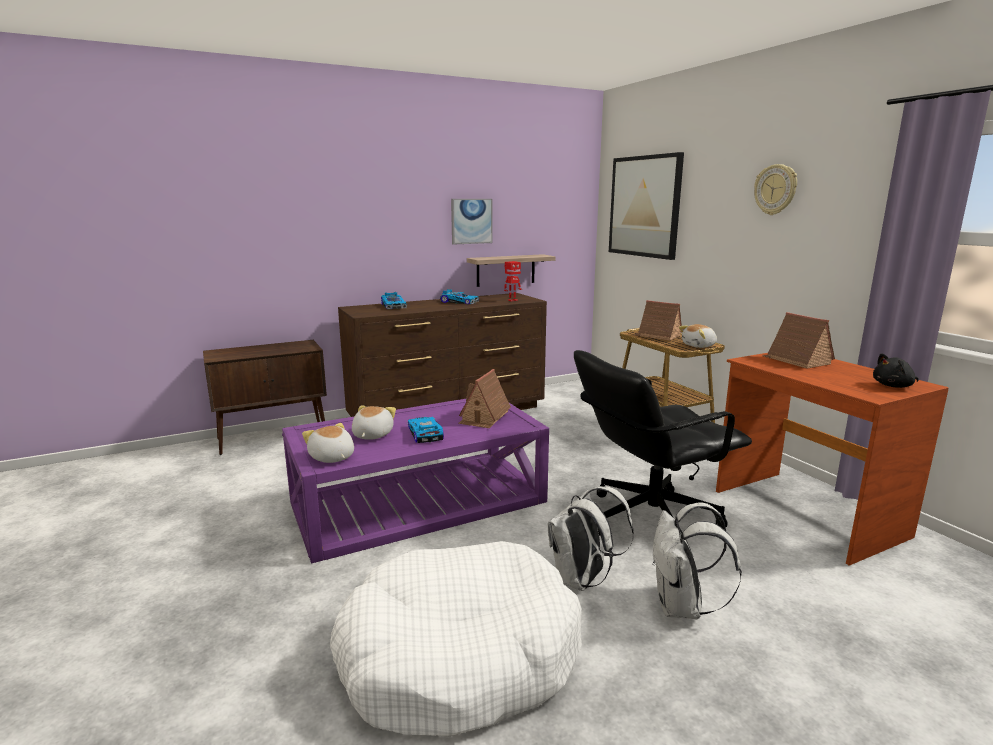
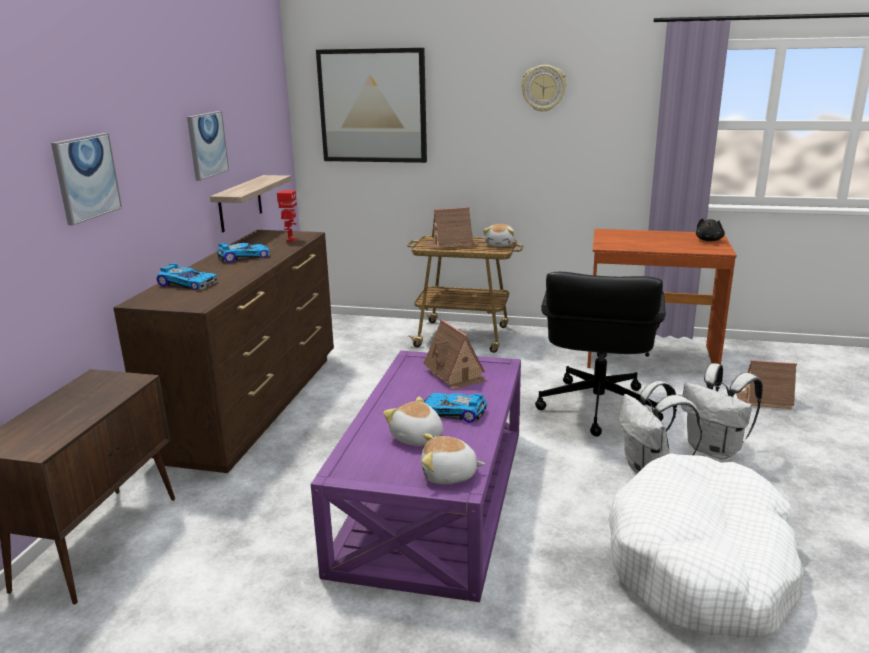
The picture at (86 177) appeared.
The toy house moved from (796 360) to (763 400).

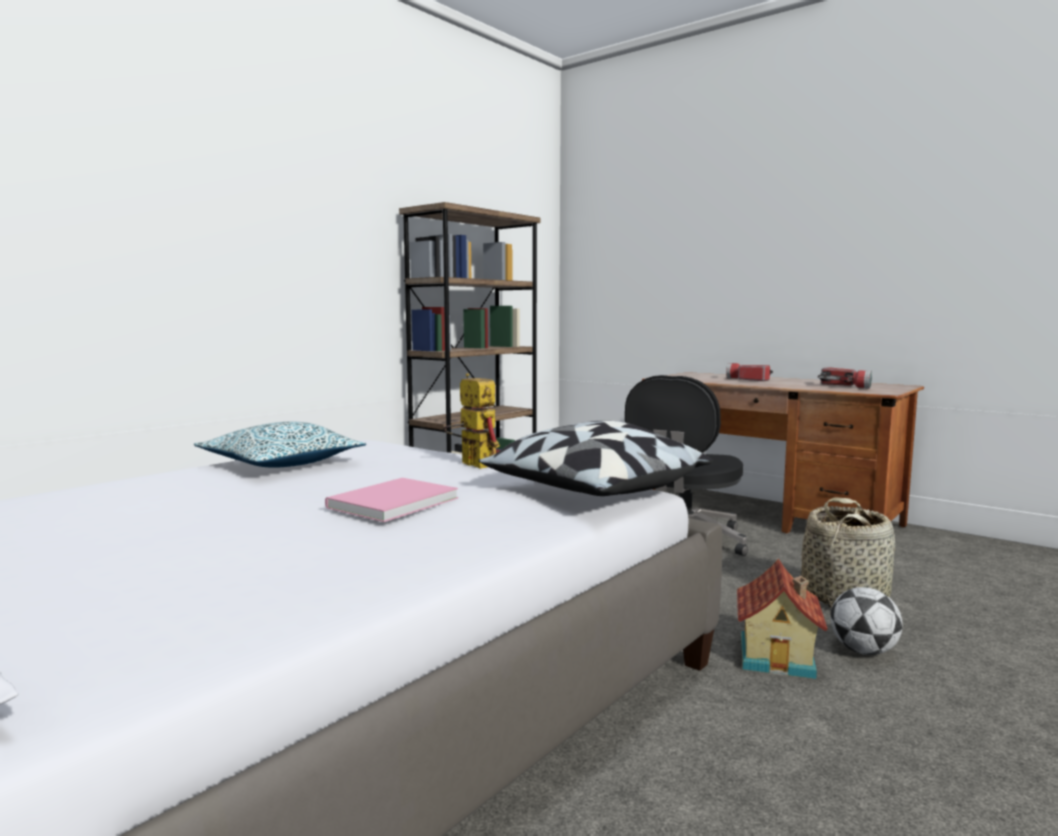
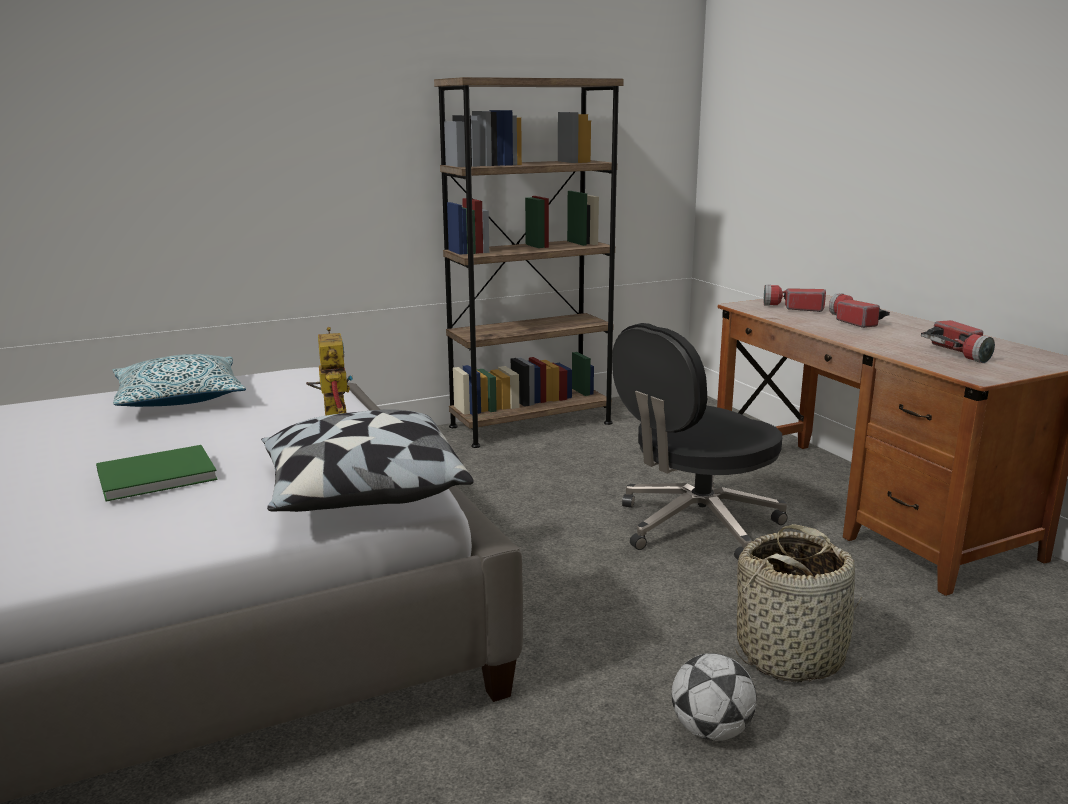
The pink book at (388 503) became the green book at (153 475).
The flashlight at (792 307) appeared.
The toy house at (779 658) disappeared.

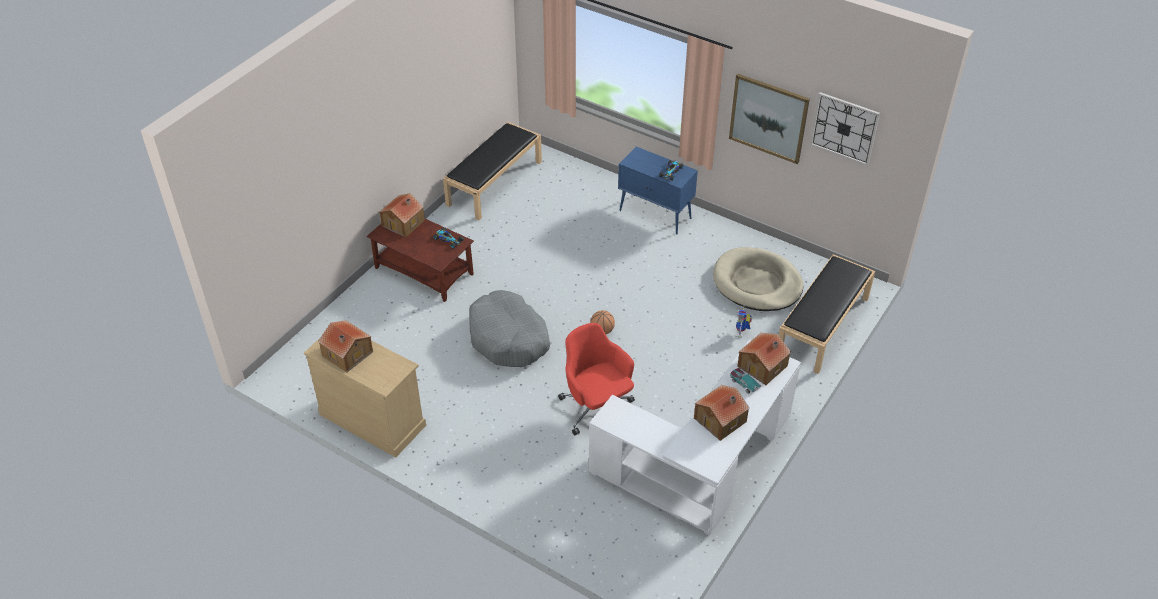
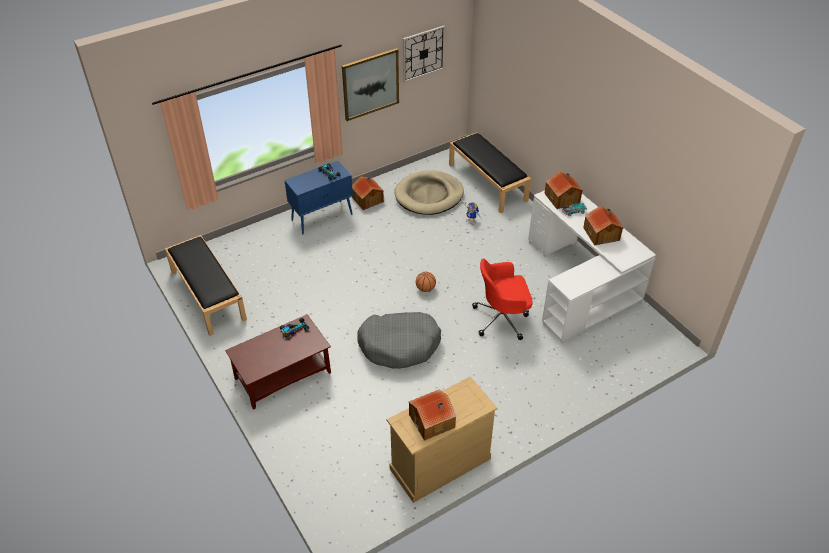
The toy house moved from (404 223) to (367 199).

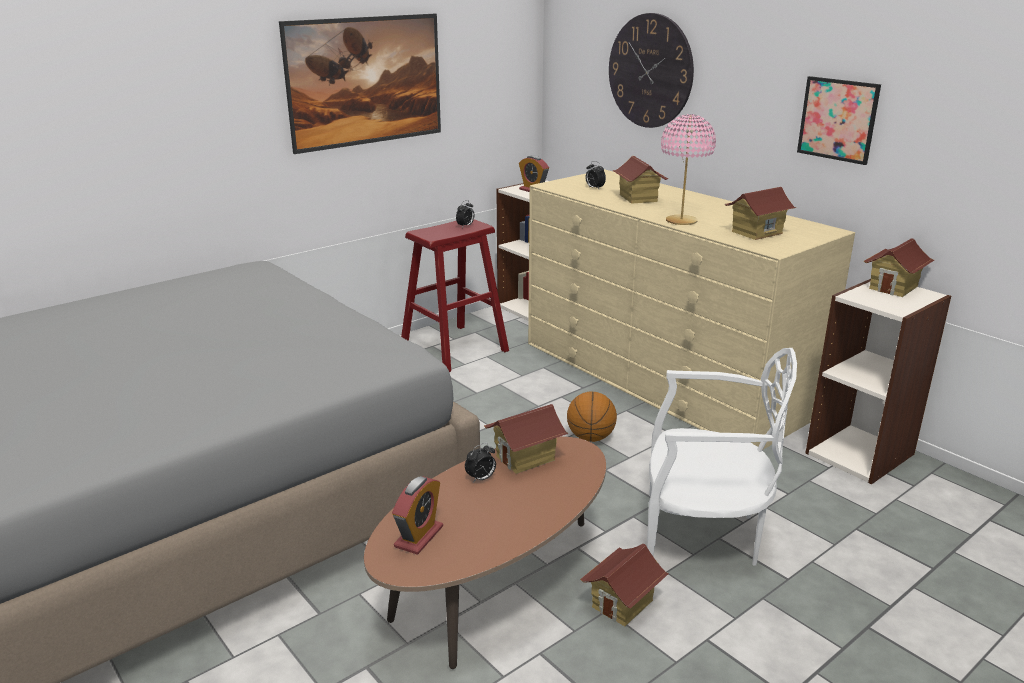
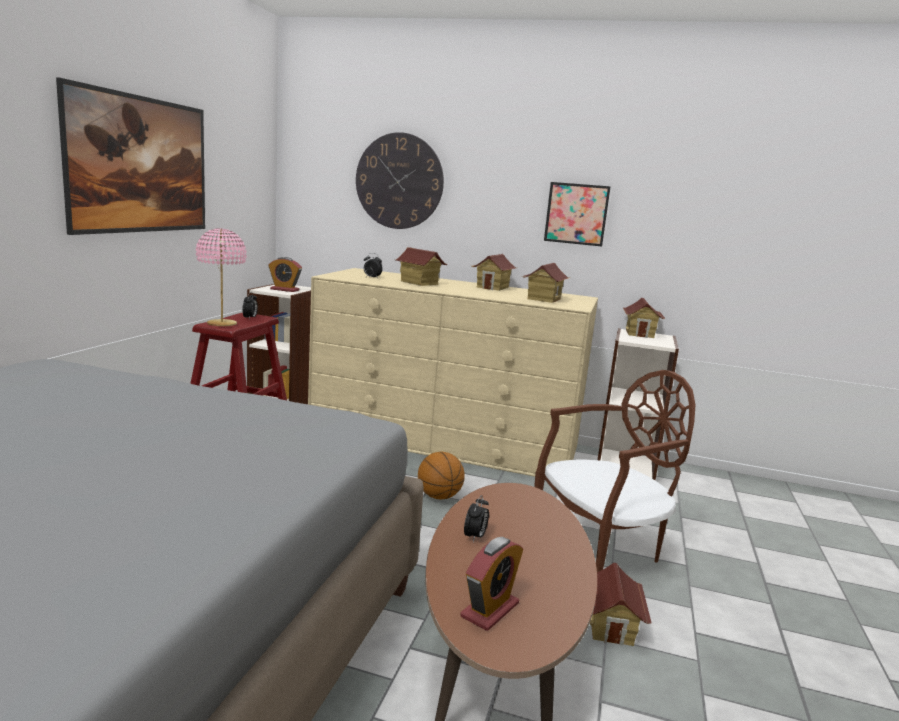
The pink table lamp moved from (681 221) to (222 324).
The alarm clock at (419 537) turned 45 degrees clockwise.
The toy house moved from (525 458) to (493 287).
The white chair at (702 535) became the brown chair at (601 550).

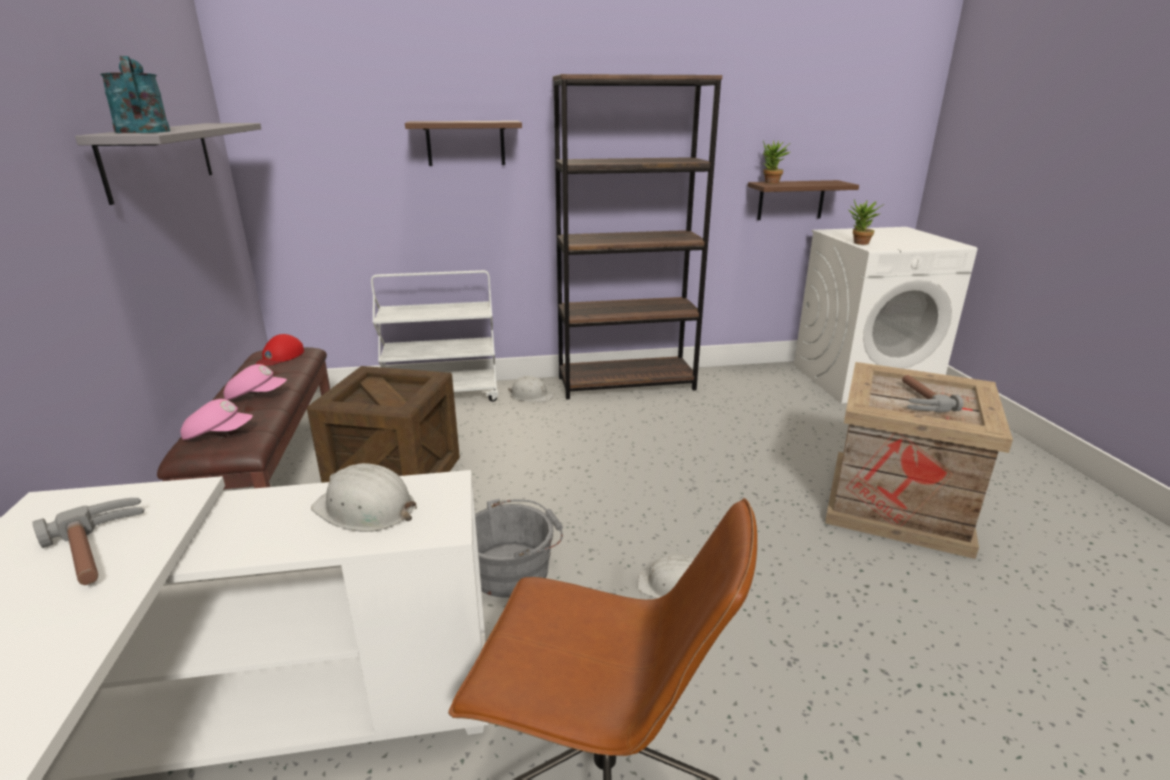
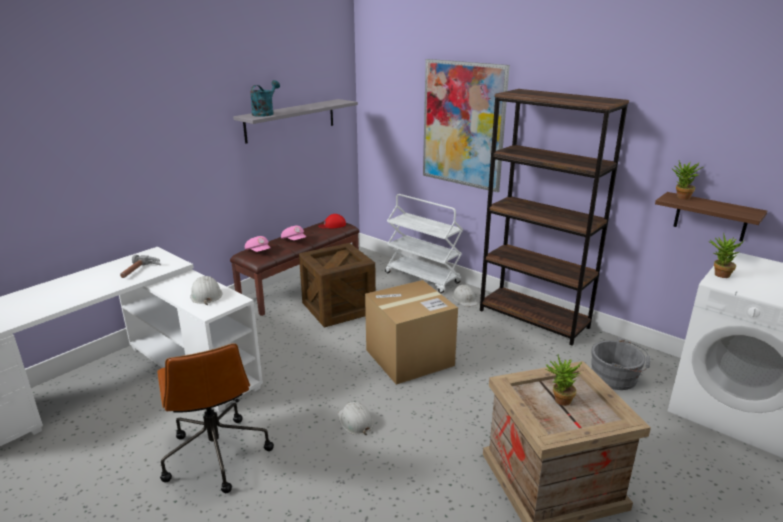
The cardboard box at (409 357) appeared.
The shelf at (465 143) was replaced by the picture at (463 124).
The hammer at (916 399) was replaced by the potted plant at (559 400).
The grey bucket moved from (514 569) to (616 377).

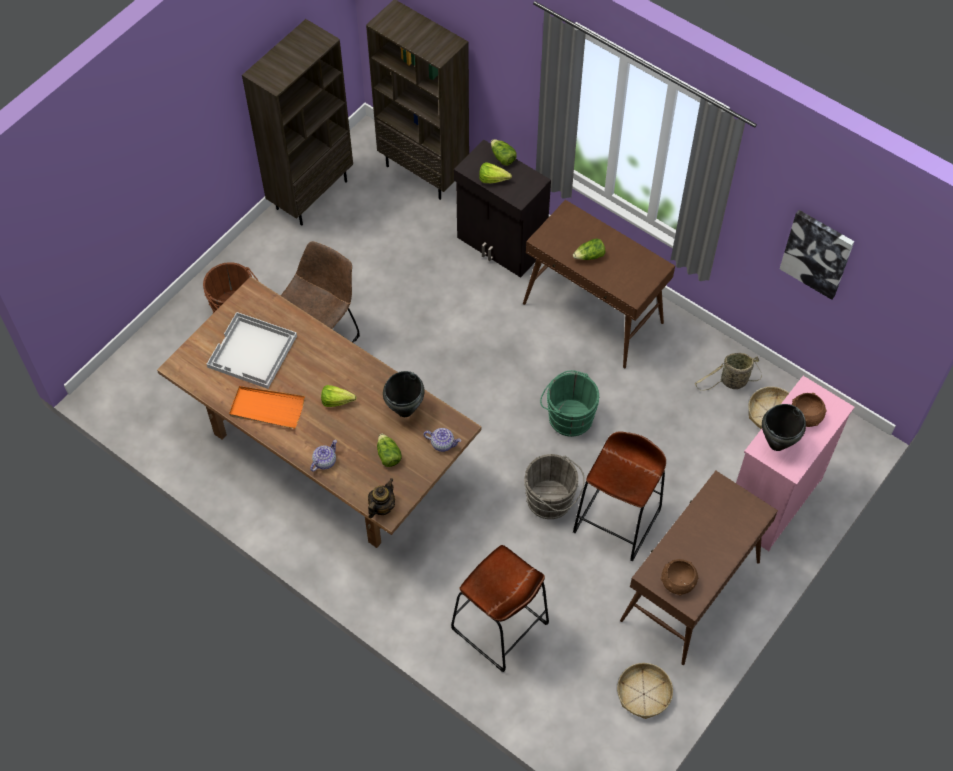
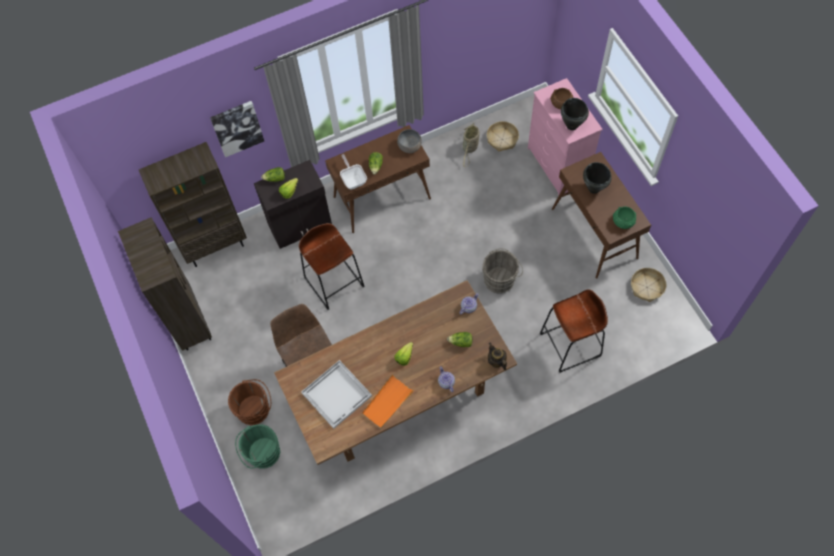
The picture moved from (817 253) to (237 128).
The green bucket moved from (568 416) to (262 454).
The brown stool moved from (617 520) to (334 282).
The frying pan at (353 179) appeared.
The grey bowl at (409 146) appeared.
The black cooking pot moved from (405 410) to (594 188).
The brown bowl at (677 582) became the green bowl at (623 222).

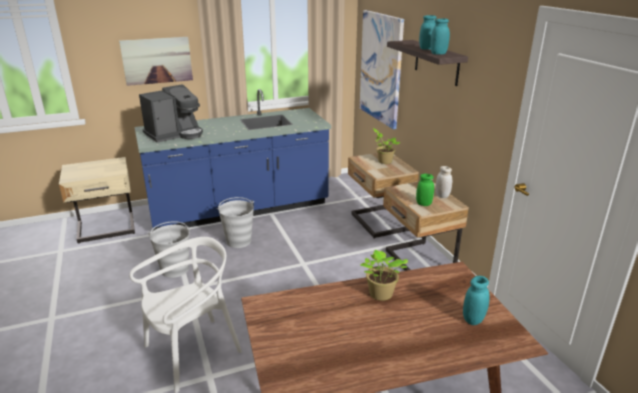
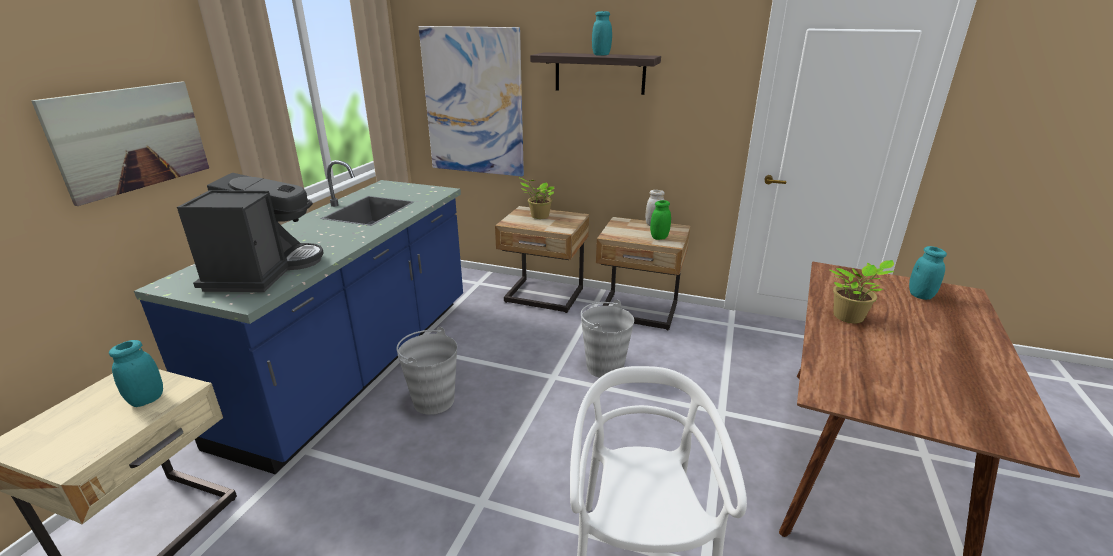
The turquoise jar moved from (438 53) to (147 399).
The grey bucket moved from (175 269) to (604 367).

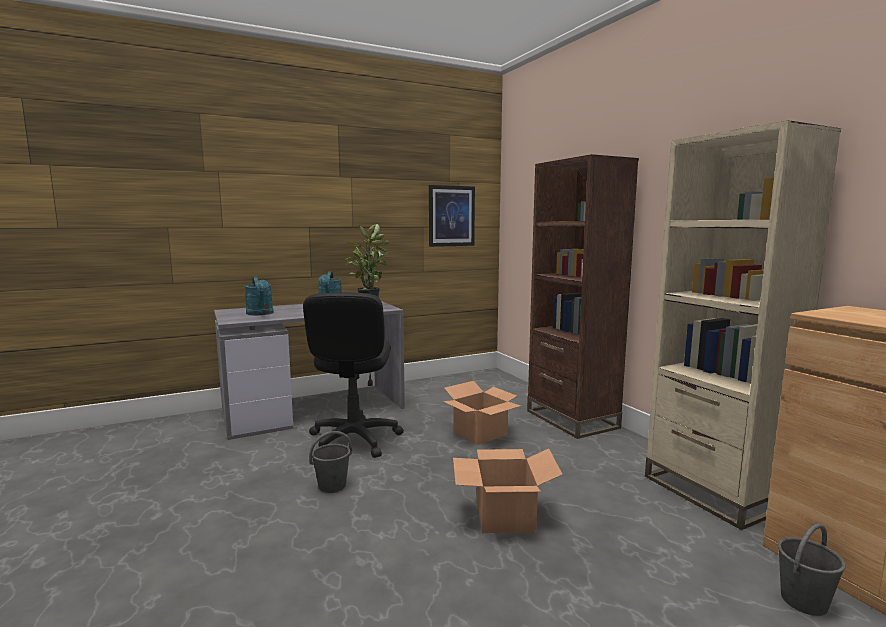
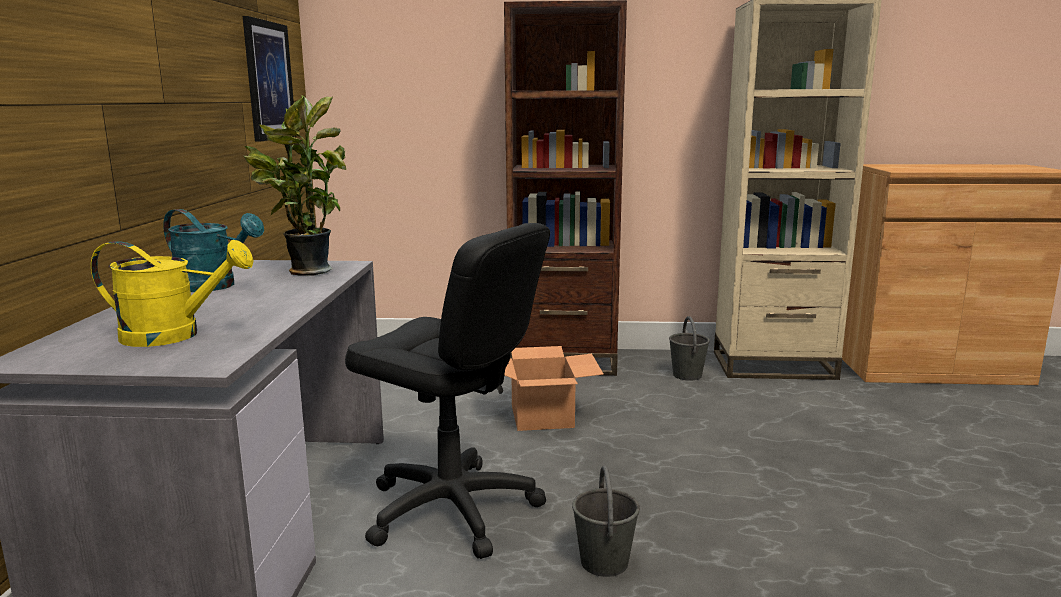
The turquoise watering can at (260 314) became the yellow watering can at (174 335).
The grey bucket moved from (803 601) to (687 375).
The cardboard box at (505 517) disappeared.

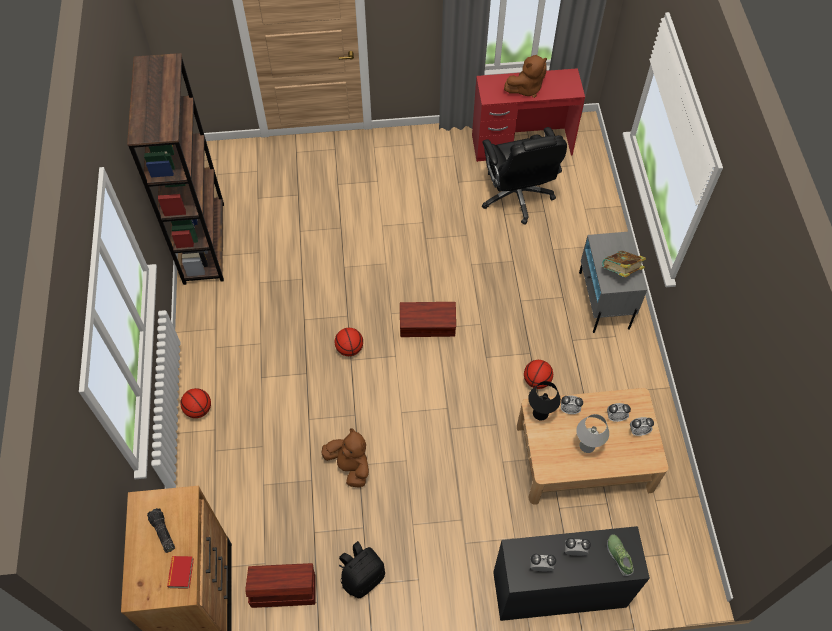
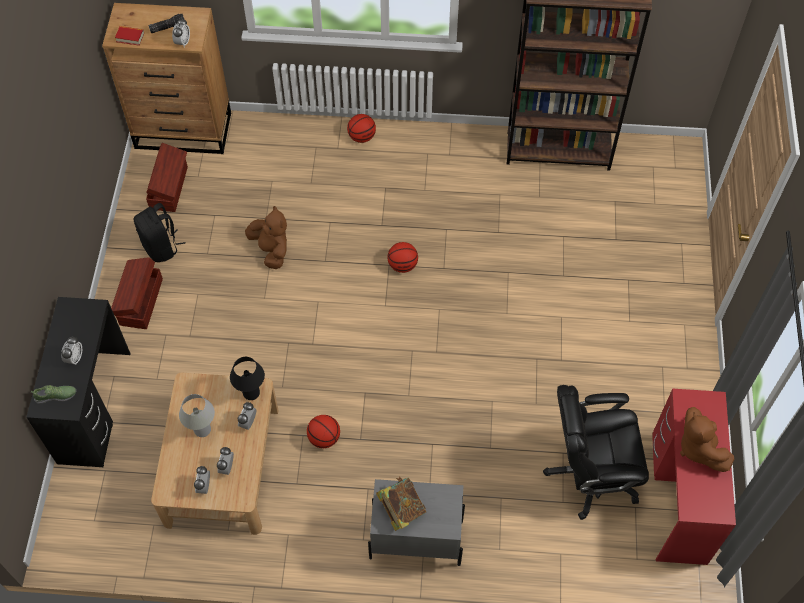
The brown storage box moved from (428 326) to (140 302).
The alarm clock moved from (540 567) to (183 42).
The brown plush toy at (350 466) turned 90 degrees counterclockwise.

